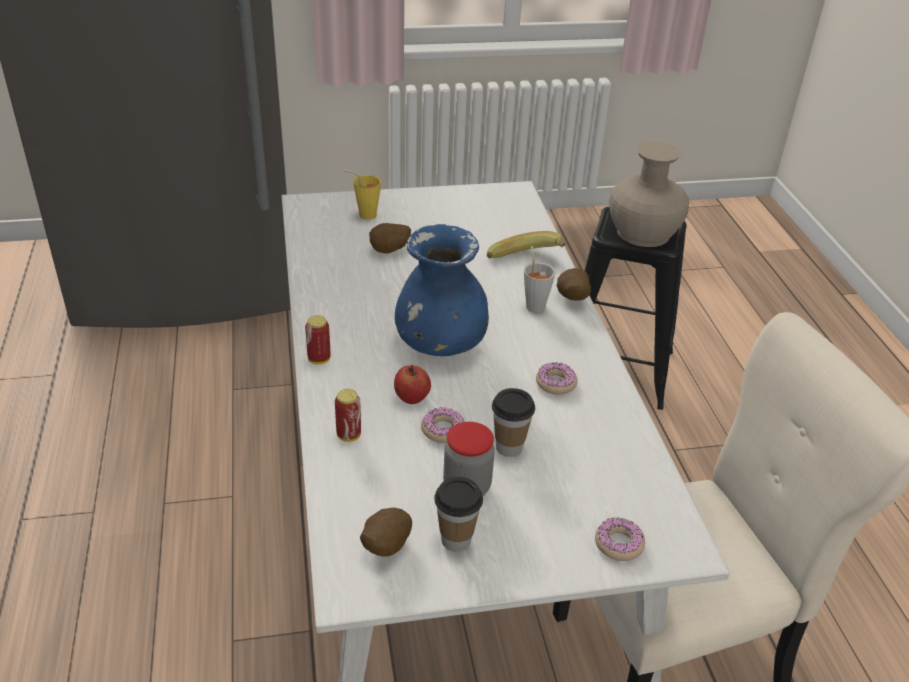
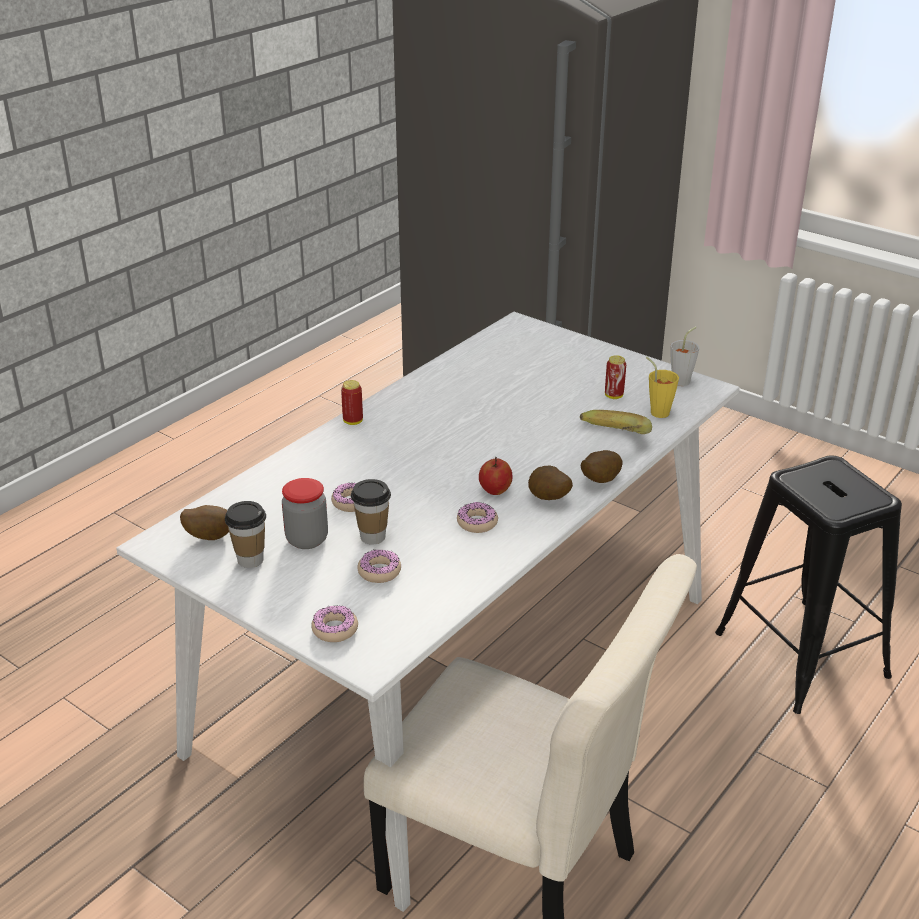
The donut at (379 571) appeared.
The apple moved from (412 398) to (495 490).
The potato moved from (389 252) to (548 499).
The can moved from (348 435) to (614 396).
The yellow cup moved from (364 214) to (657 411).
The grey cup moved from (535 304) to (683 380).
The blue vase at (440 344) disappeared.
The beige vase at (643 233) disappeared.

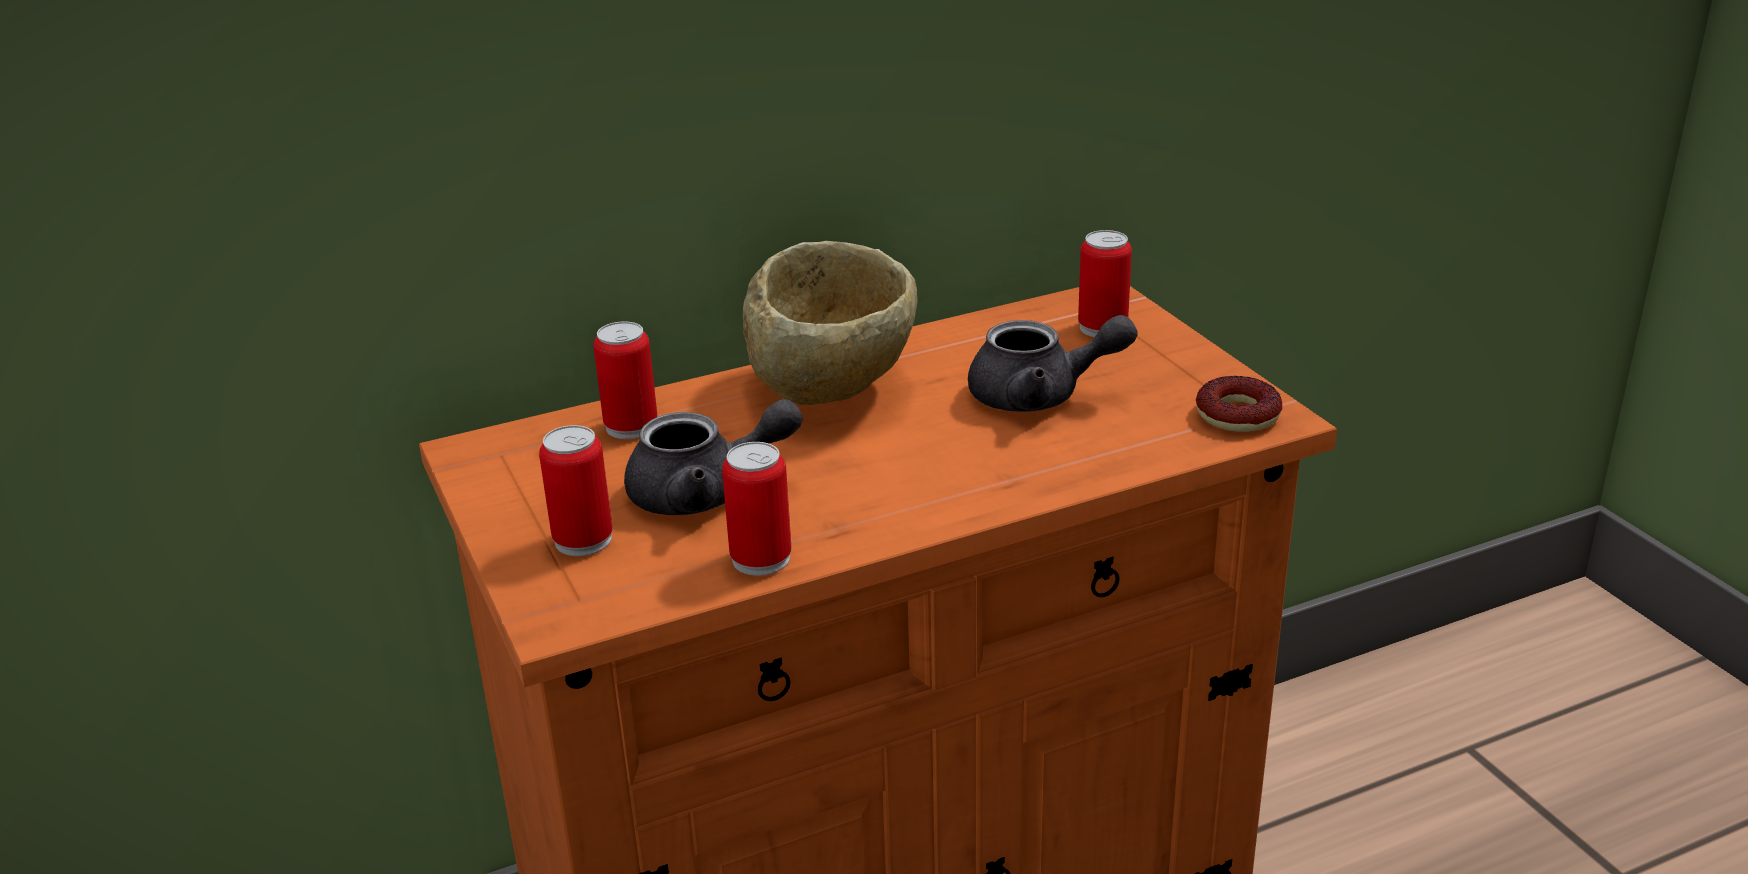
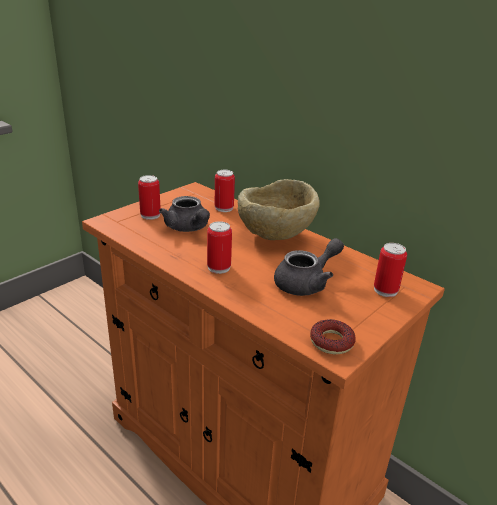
The can moved from (761 559) to (219 267).
The grey teapot at (1040 396) turned 105 degrees counterclockwise.

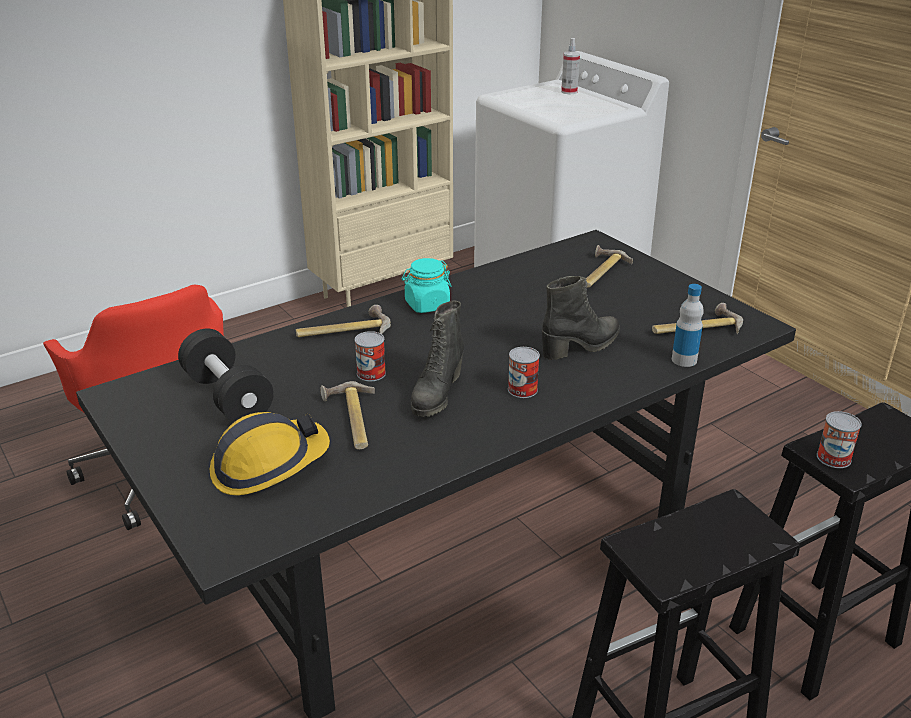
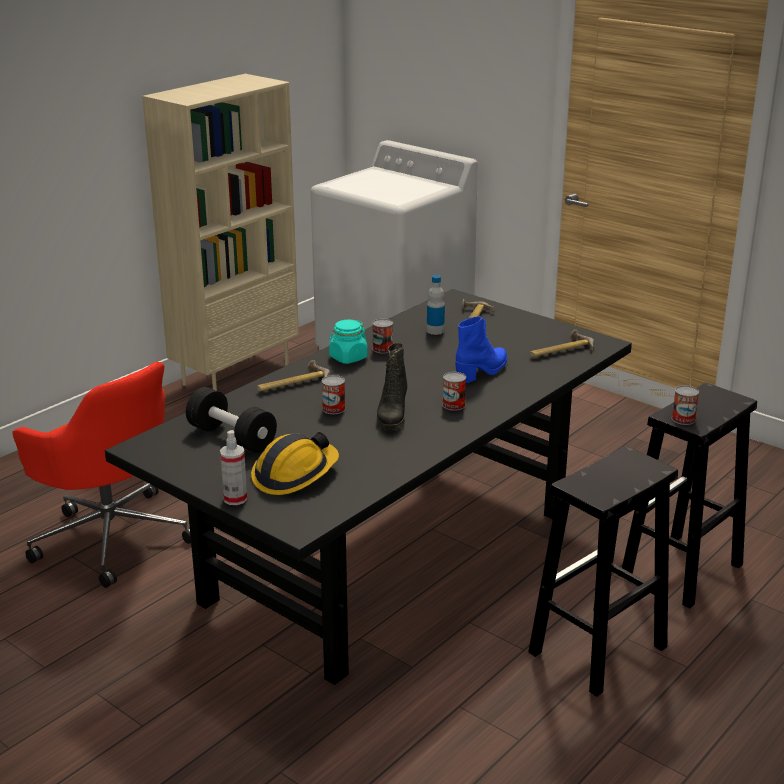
The spray bottle moved from (569 92) to (235 499).
The can at (382 349) appeared.
The bottle moved from (684 360) to (435 331).
The black boot at (581 346) became the blue boot at (482 372).
The hammer at (350 420) disappeared.

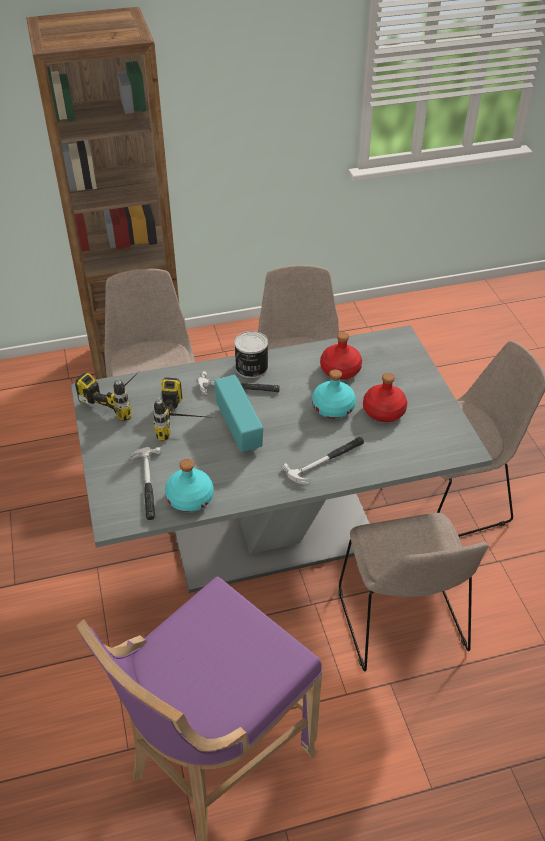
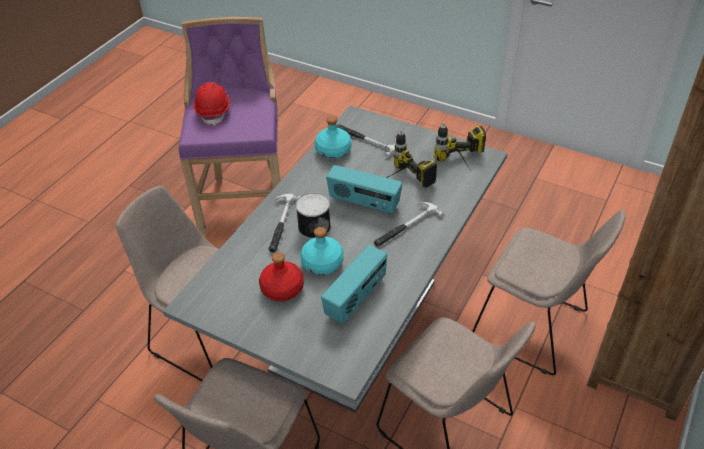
The red hard hat at (214 111) appeared.
The can moved from (251 367) to (314 227).
The red bottle at (340 370) was replaced by the radio at (356 298).

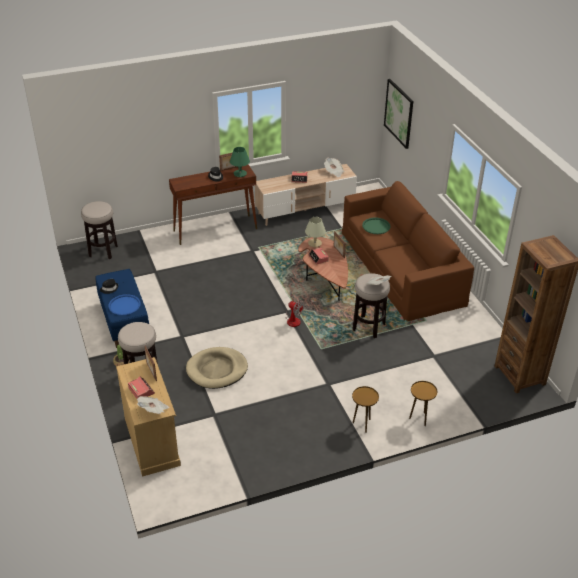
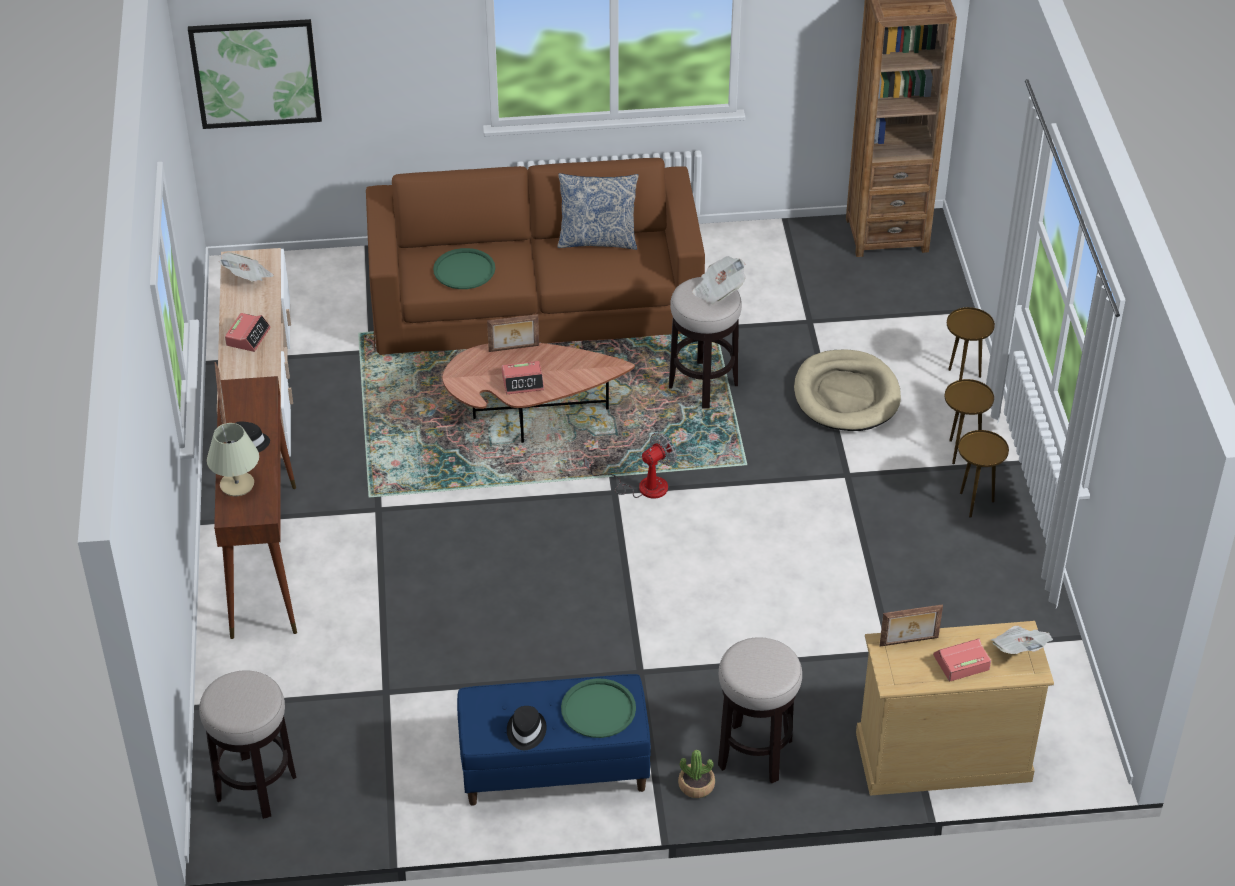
The beige table lamp moved from (315 243) to (237 484).
The pillow at (597 240) appeared.
The blue tray at (124 305) became the green tray at (598 709).
The beige dog bed moved from (217 370) to (846 395).
The brown side table at (974 503) appeared.
The green table lamp at (240 173) disappeared.

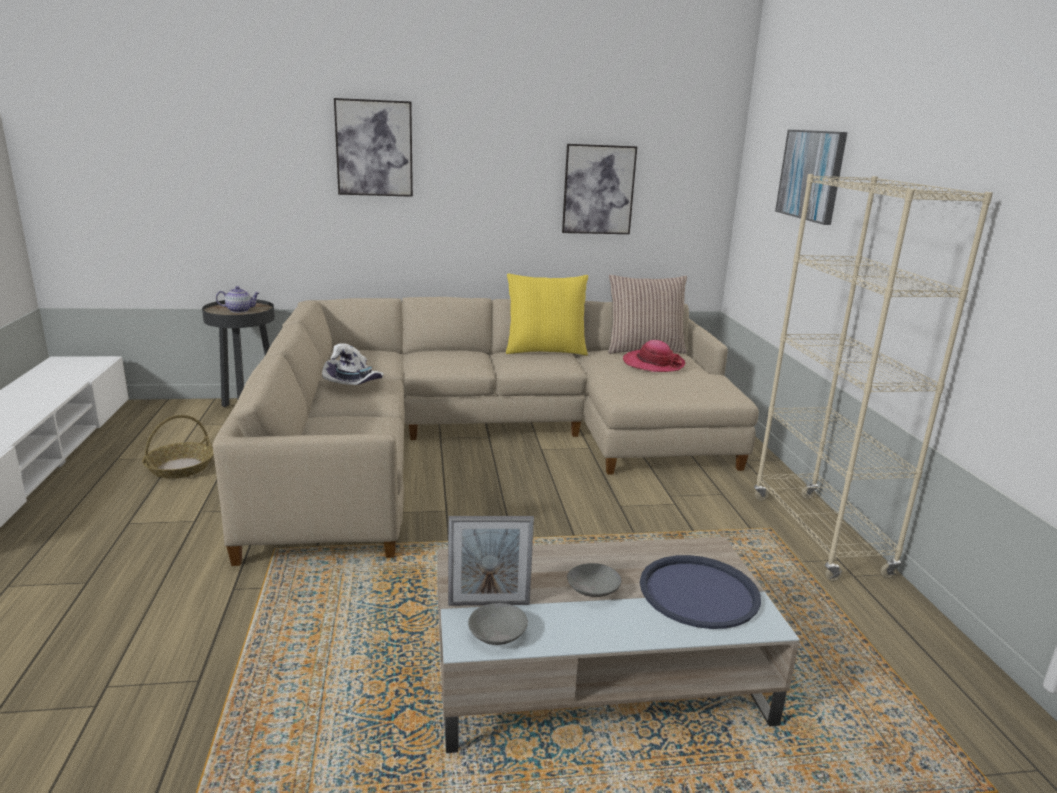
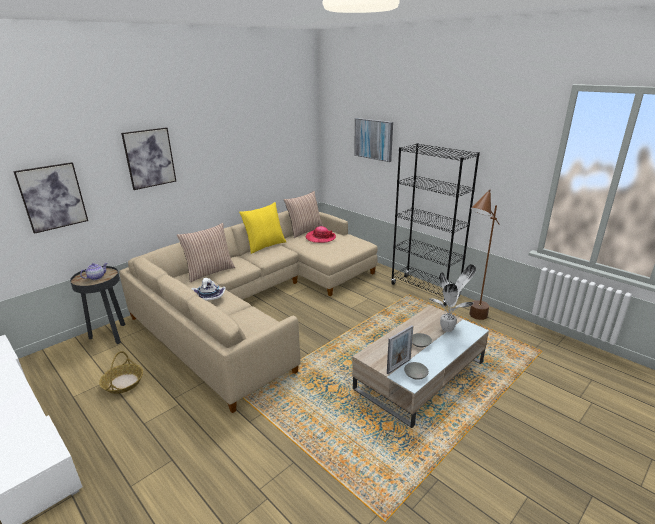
The picture moved from (598 189) to (52 197).
The pillow at (209 272) appeared.
The beige bookcase at (818 535) became the black bookcase at (424 290).
The blue tray at (699 592) was replaced by the potted plant at (448 329).
The brown floor lamp at (472 321) appeared.

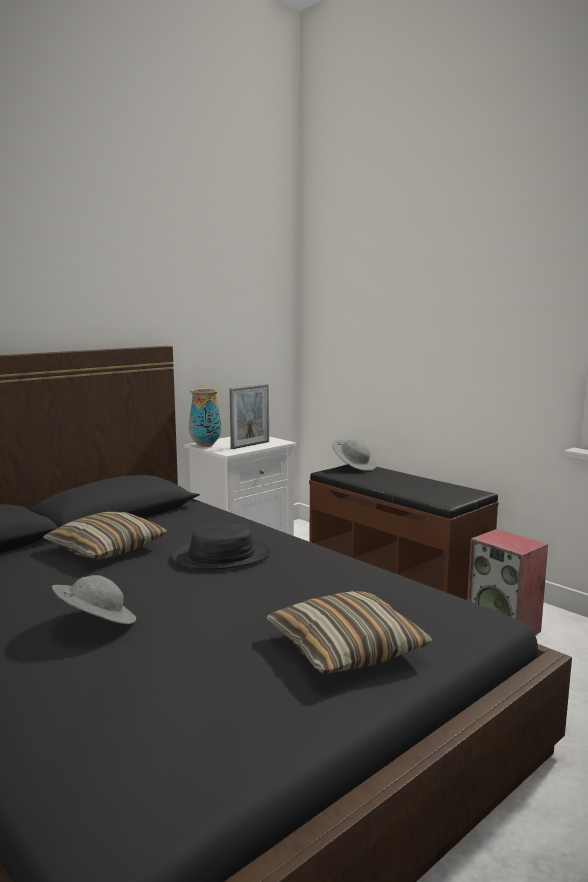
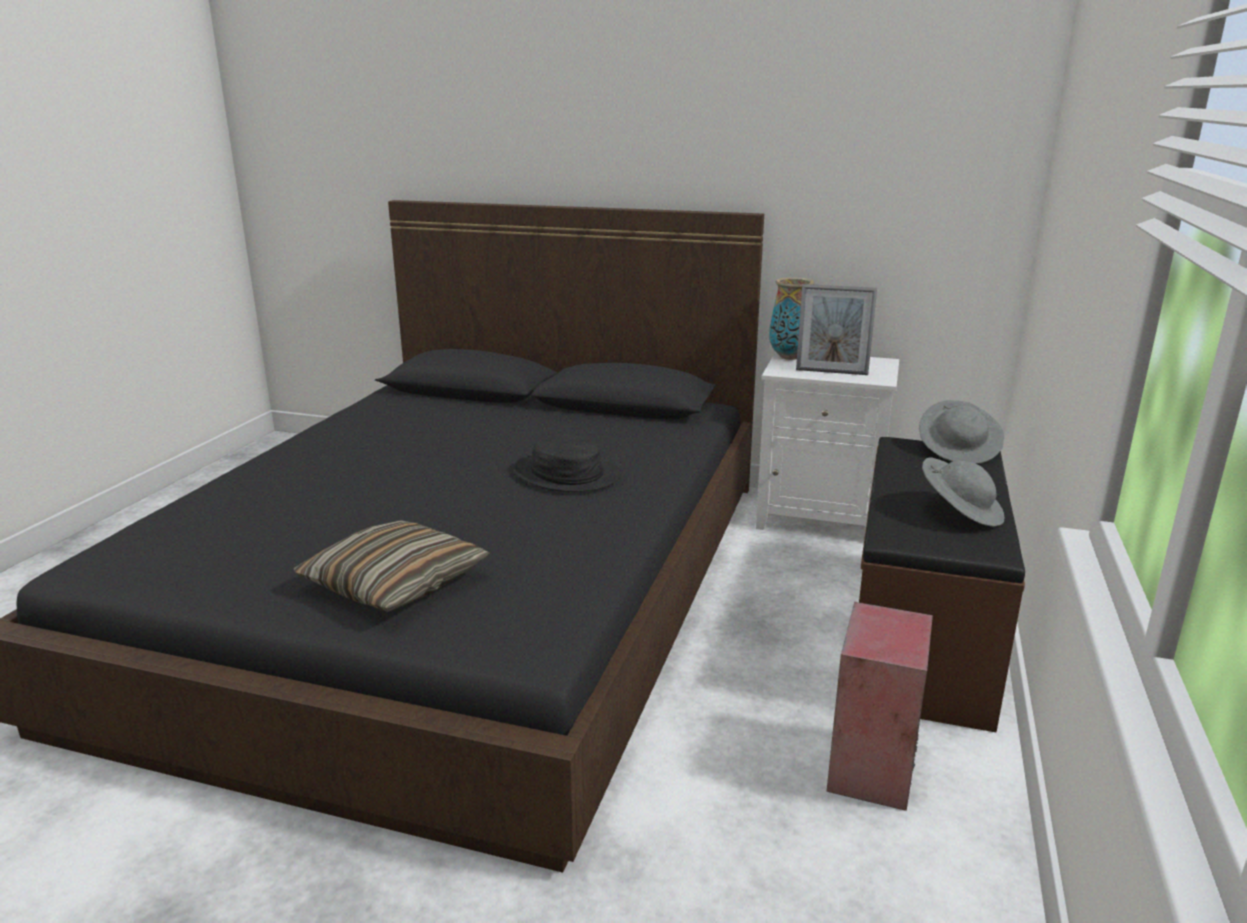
The grey hat moved from (95 623) to (959 512).
The pillow at (107 549) disappeared.

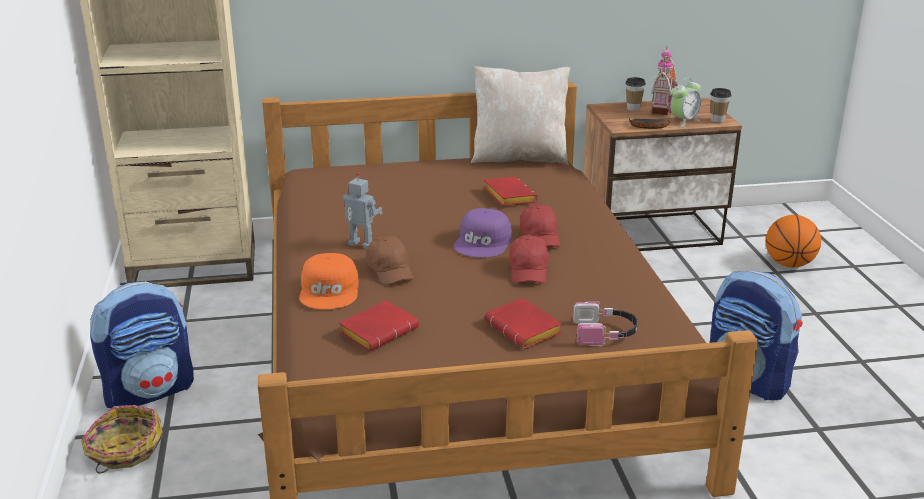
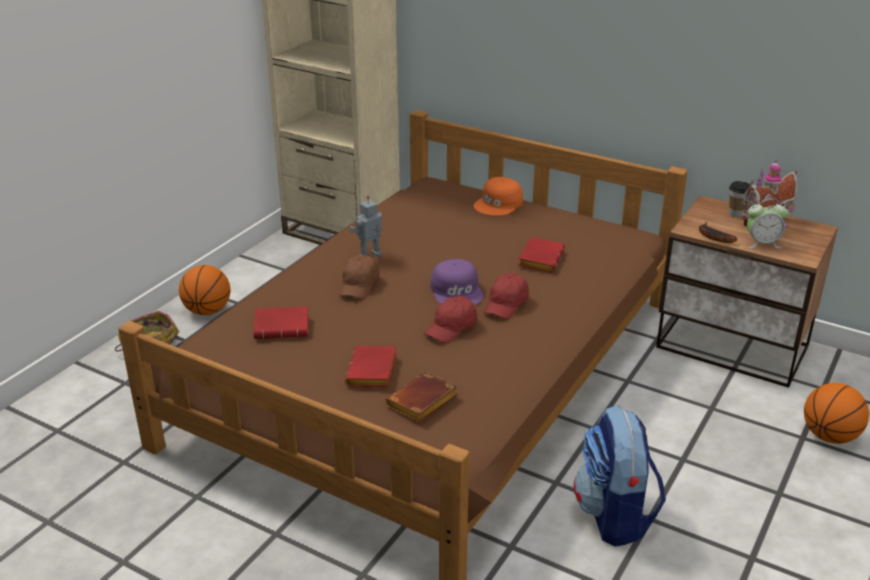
The backpack at (150 391) was replaced by the basketball at (207 311).
The toy robot at (360 245) turned 105 degrees counterclockwise.
The headphones at (605 333) was replaced by the brown book at (422 404).
The purple cap at (484 242) turned 75 degrees counterclockwise.
The orange cap moved from (330 291) to (499 204).
The beige pillow at (519 157) disappeared.
The cup at (717 120) disappeared.

